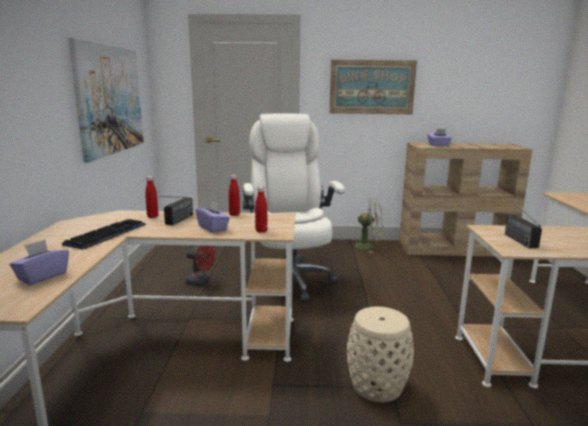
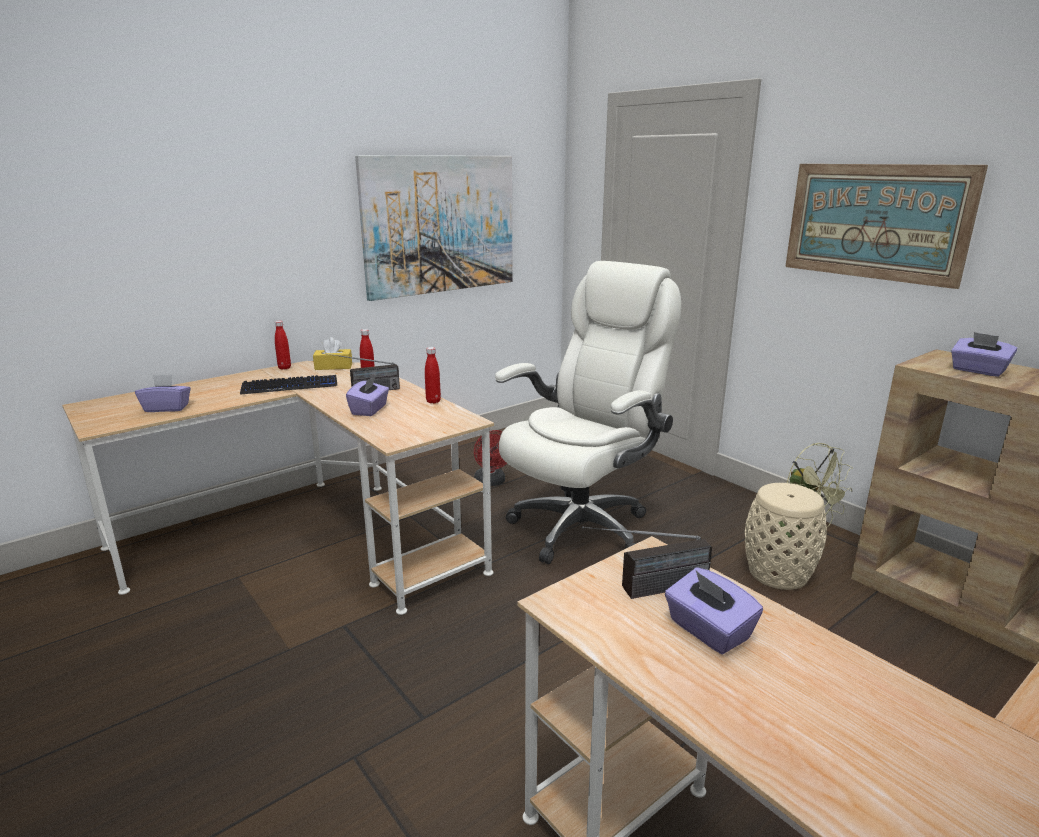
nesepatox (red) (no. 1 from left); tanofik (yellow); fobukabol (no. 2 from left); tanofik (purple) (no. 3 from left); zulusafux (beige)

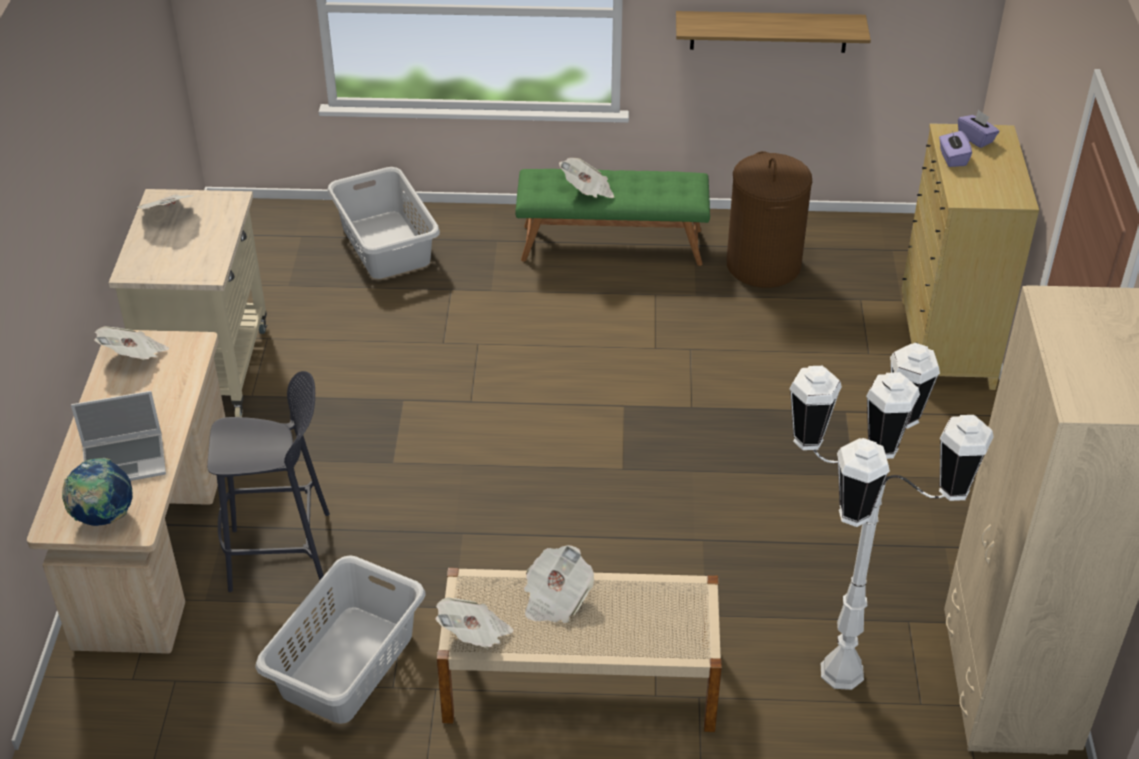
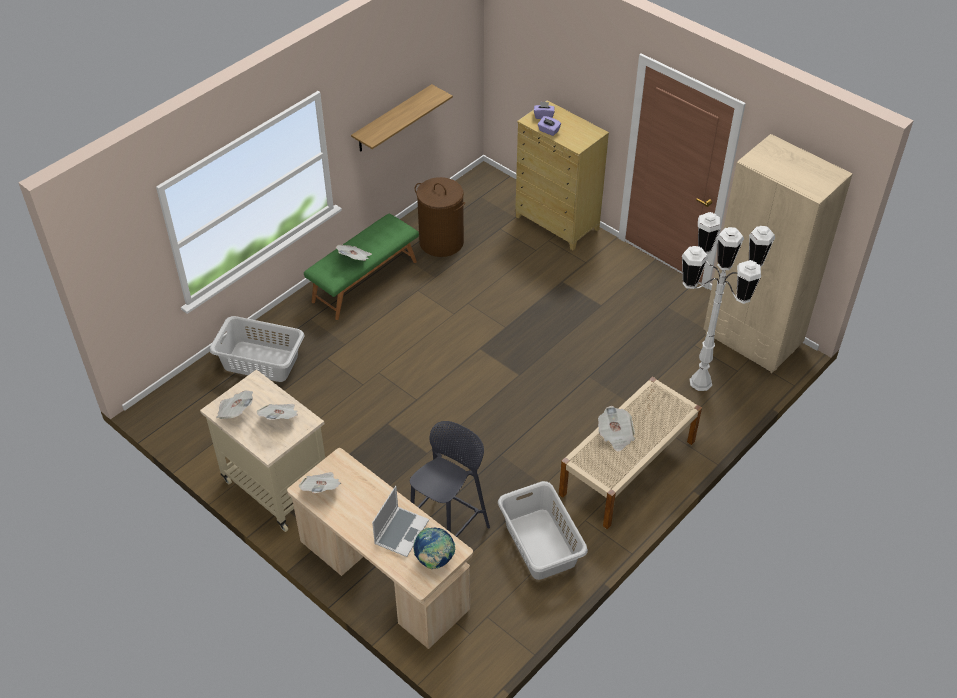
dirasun (no. 2 from left)

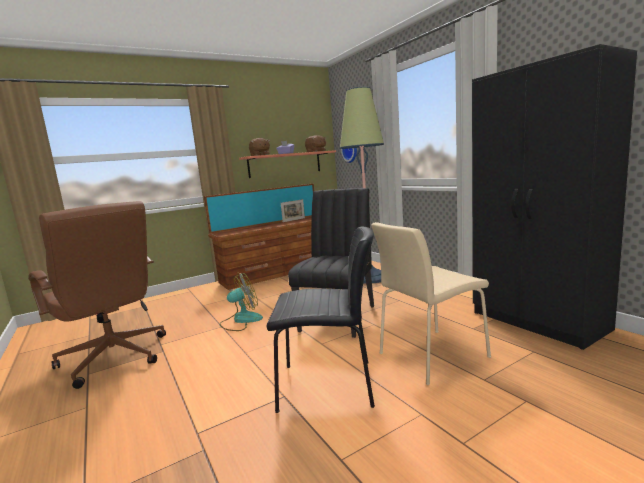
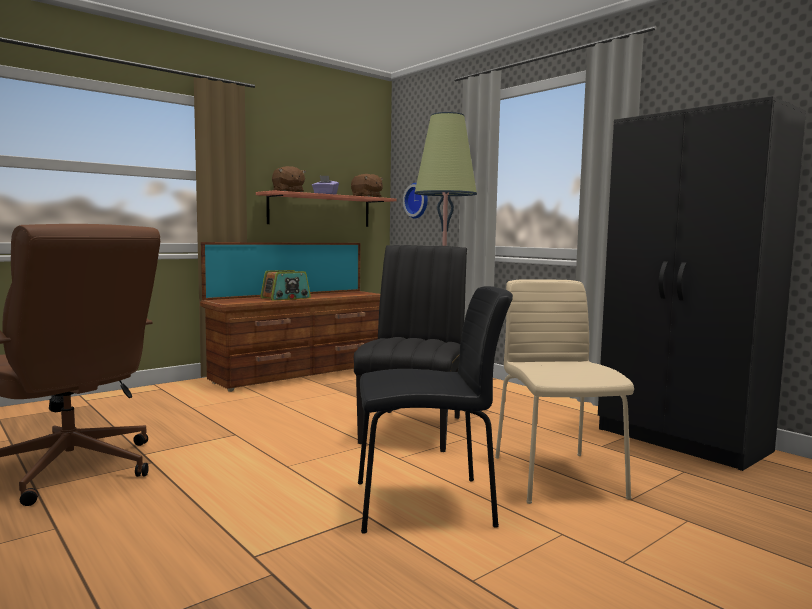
fobukabol; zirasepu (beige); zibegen; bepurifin

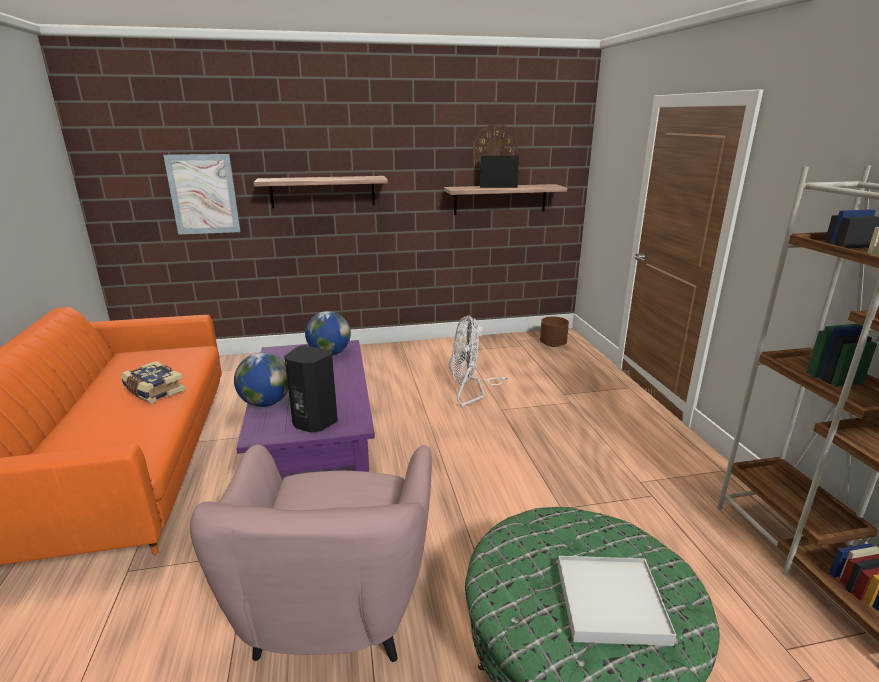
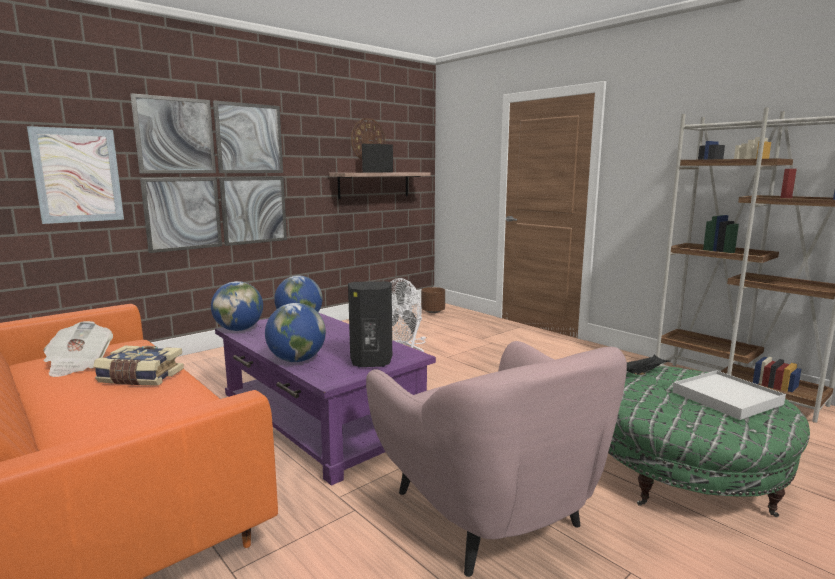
dirasun; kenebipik (no. 2 from left); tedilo (no. 1 from left); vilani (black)

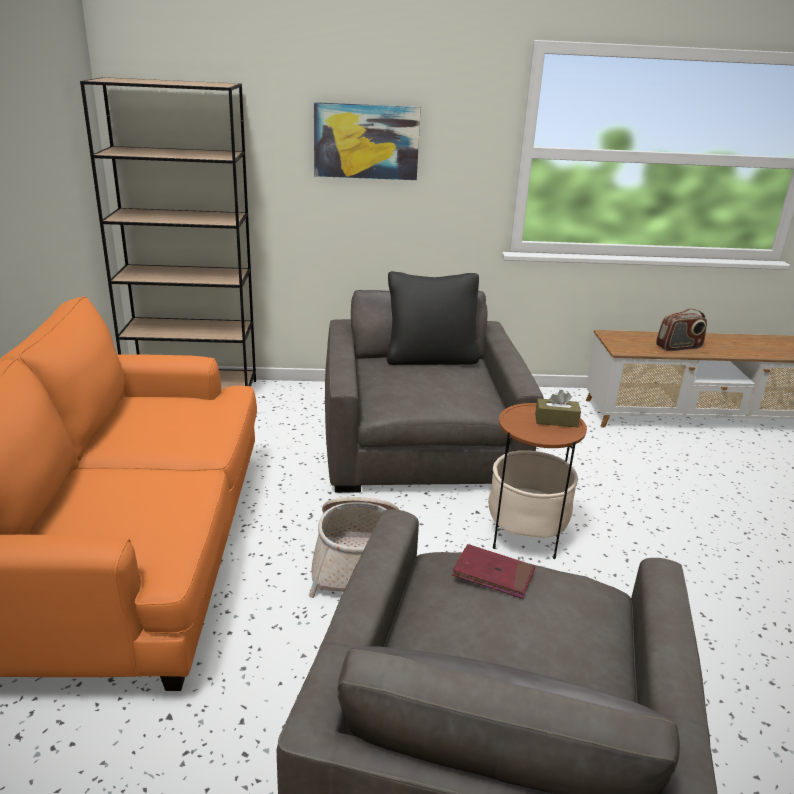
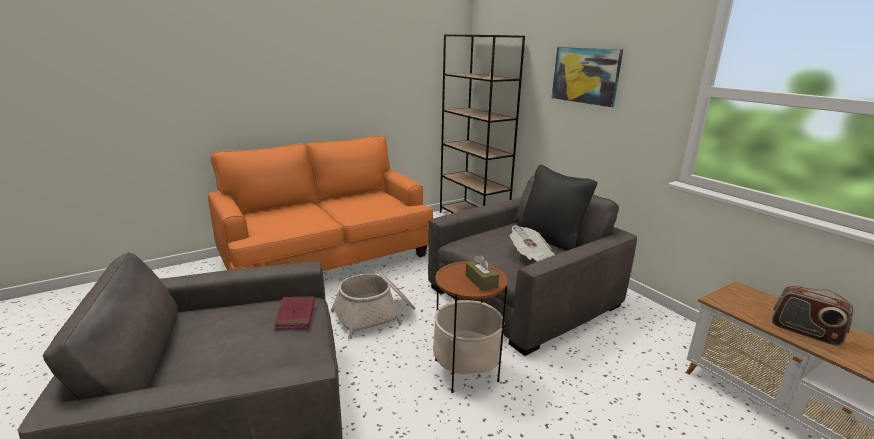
dirasun

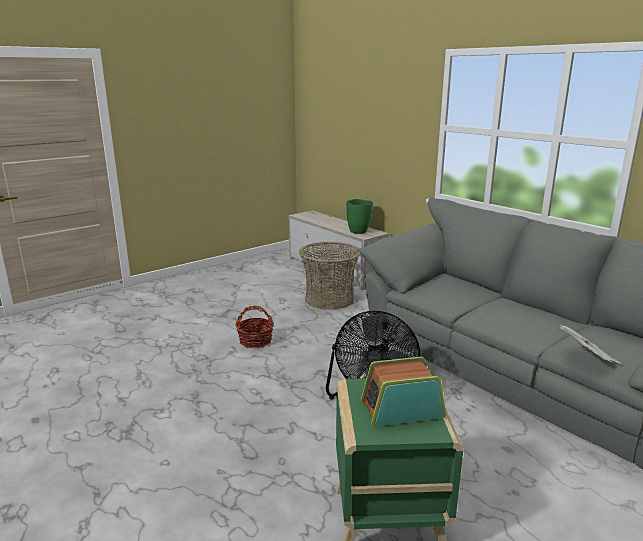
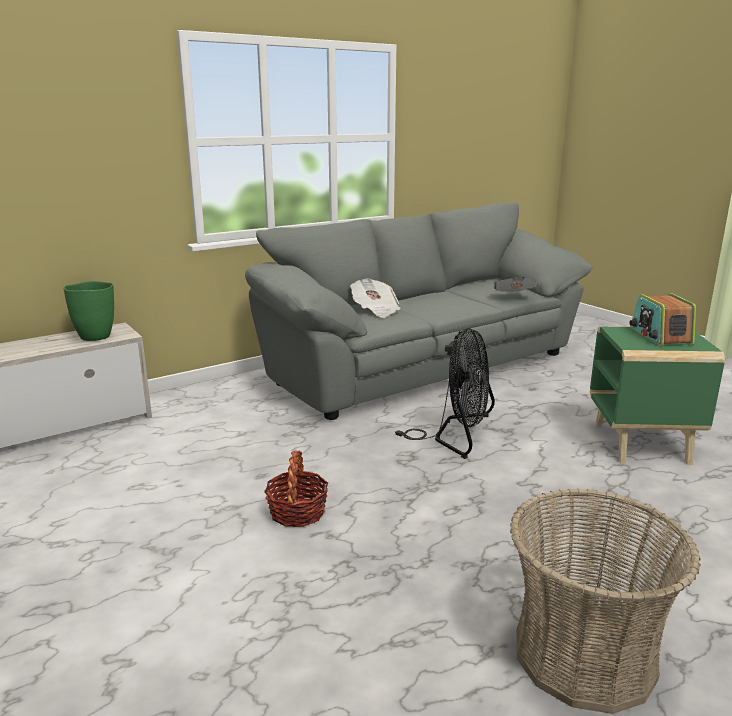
dirasun (no. 1 from left); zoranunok (no. 2 from left)

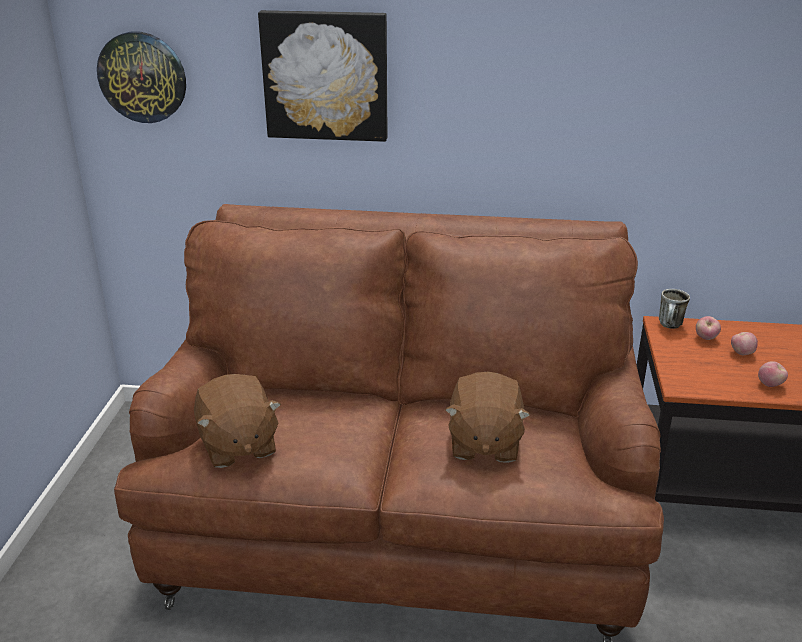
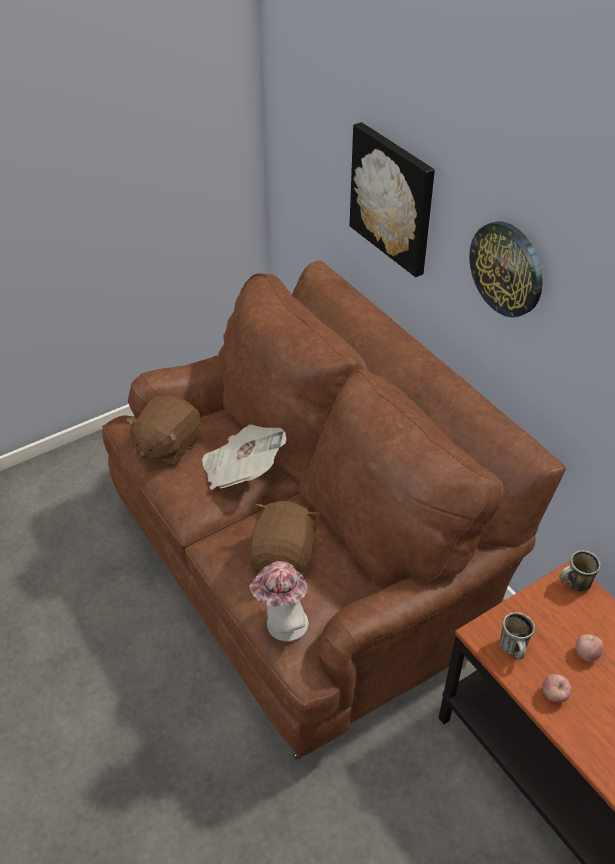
dirasun; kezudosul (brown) (no. 2 from left); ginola; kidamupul; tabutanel (no. 1 from left); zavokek (no. 1 from left in the first image)

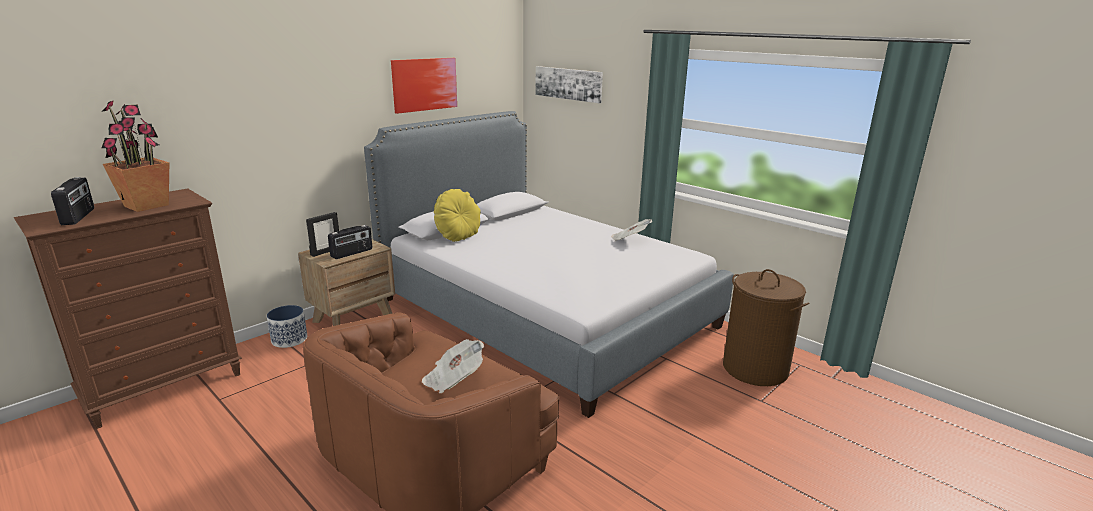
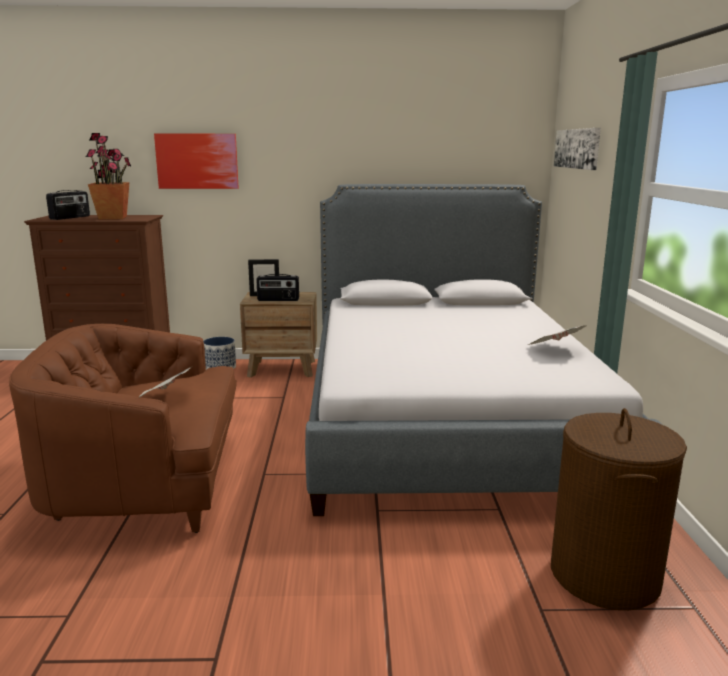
kenebipik (no. 1 from left); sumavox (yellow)

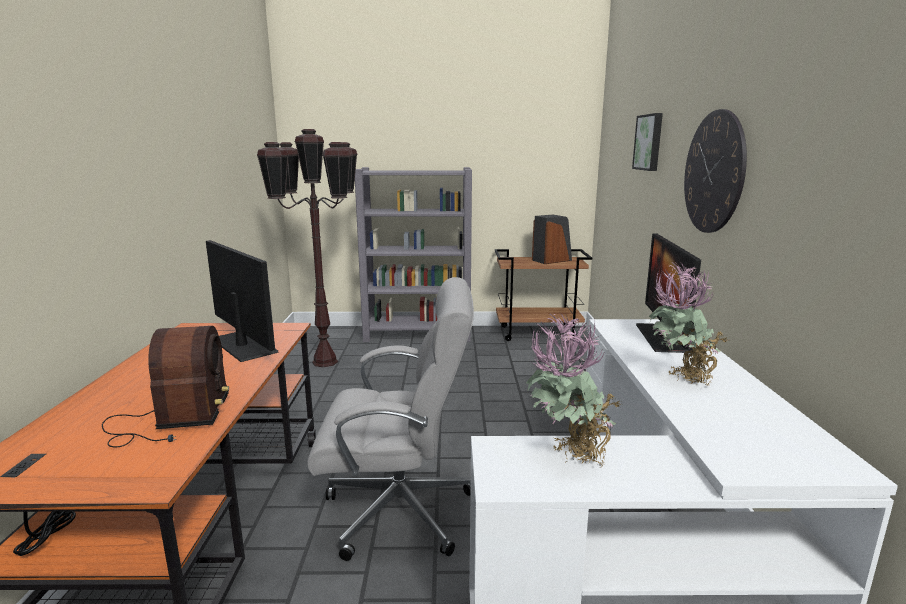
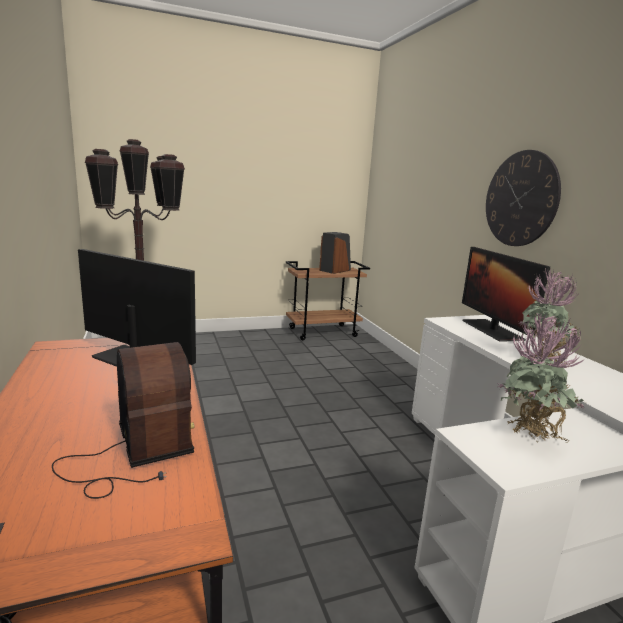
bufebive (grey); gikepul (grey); kenebipik

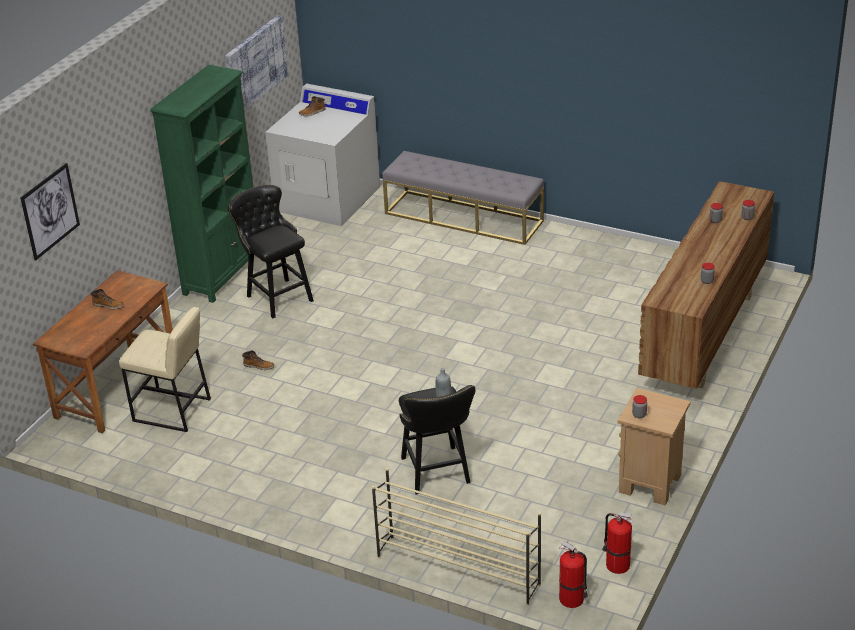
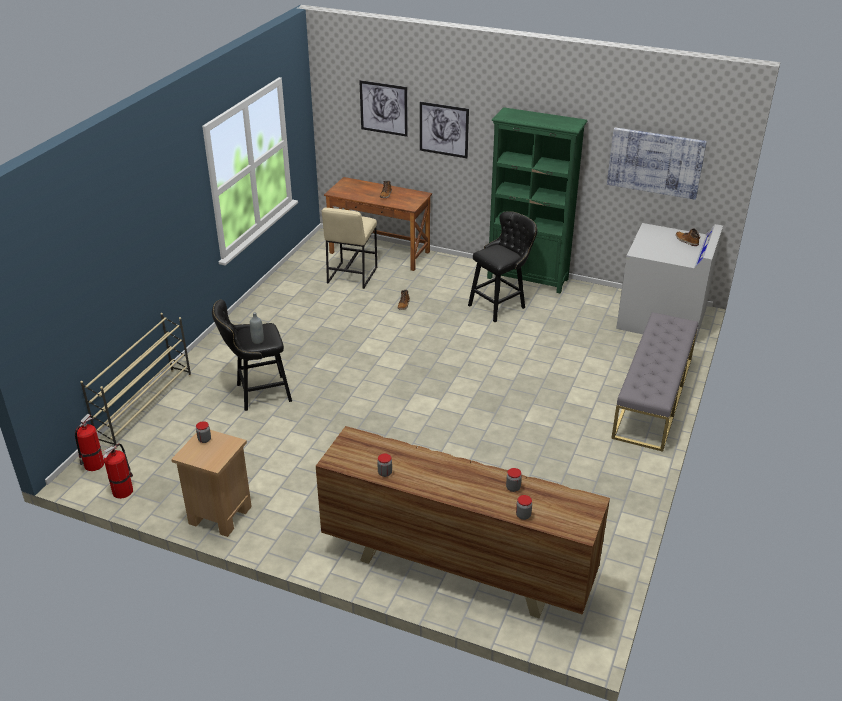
kenebipik (no. 2 from left)

